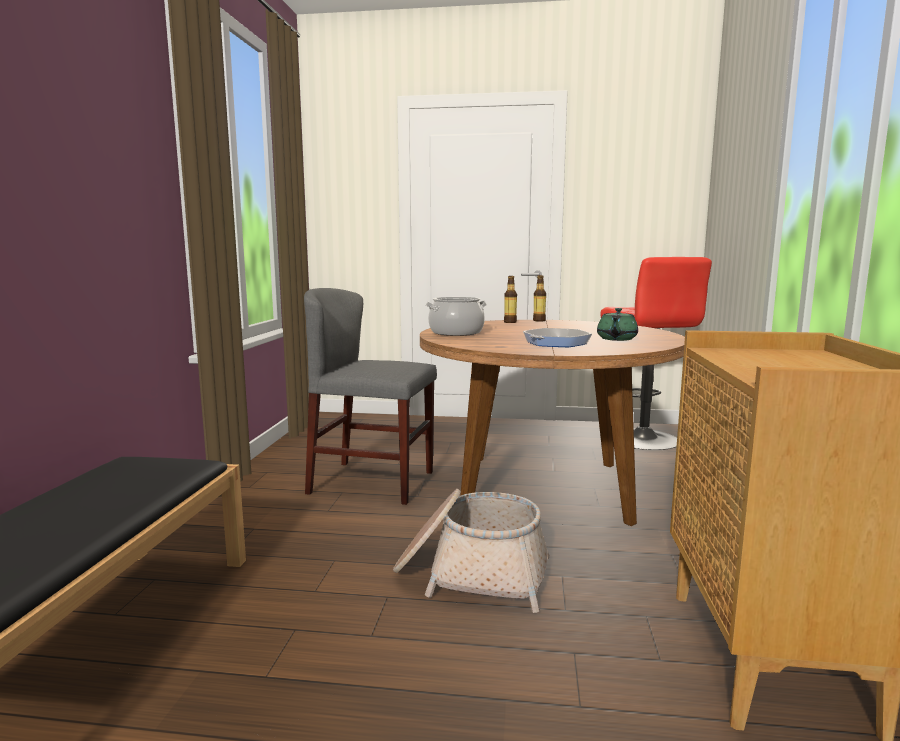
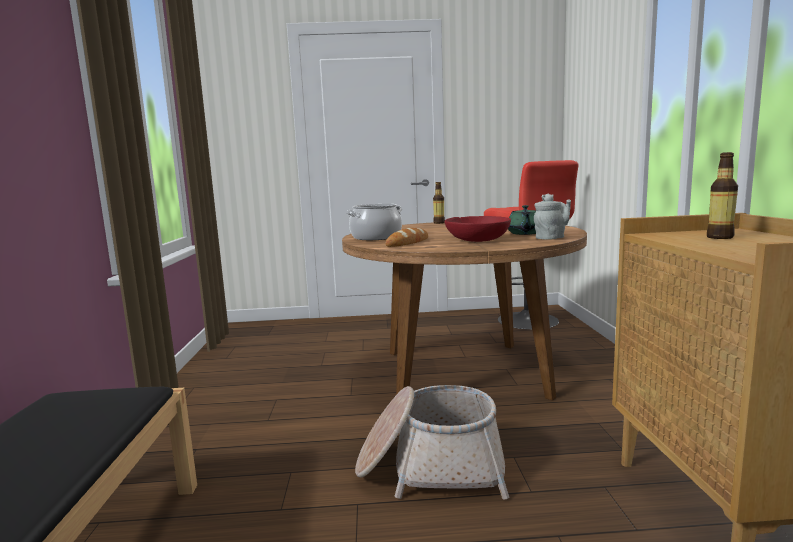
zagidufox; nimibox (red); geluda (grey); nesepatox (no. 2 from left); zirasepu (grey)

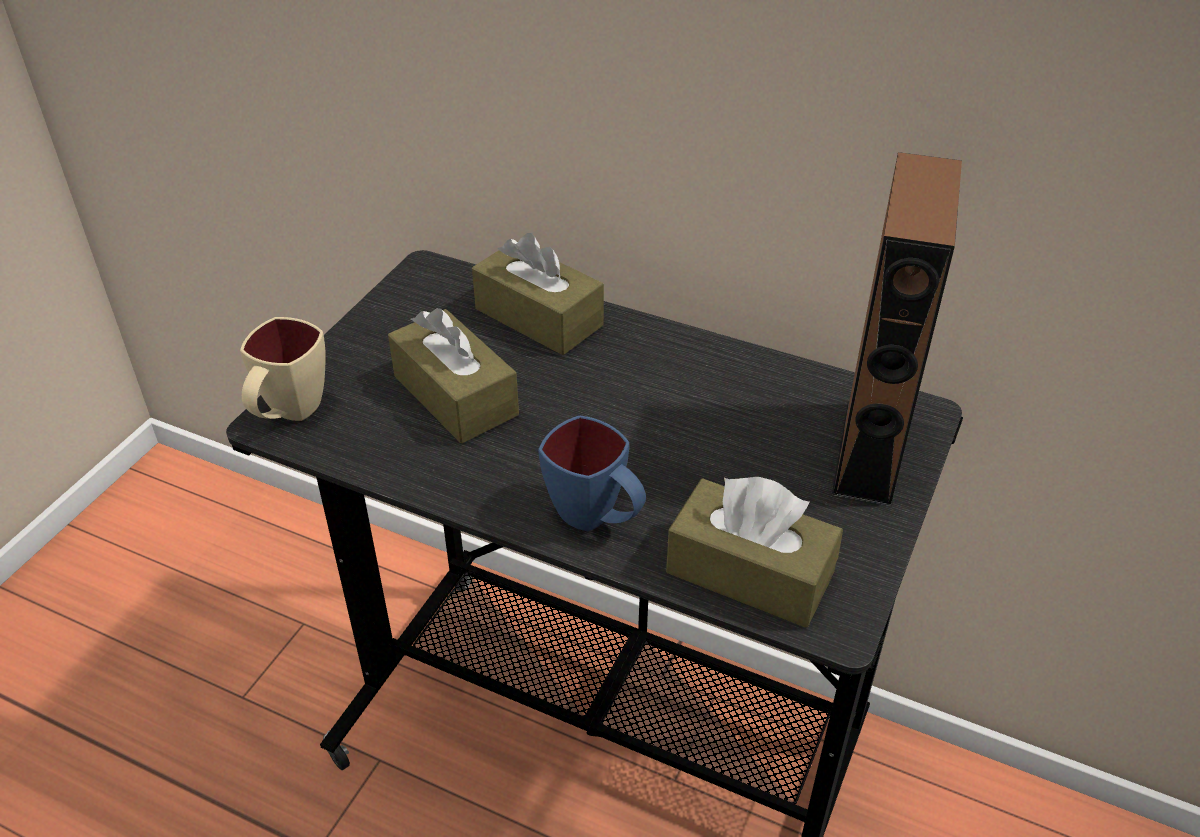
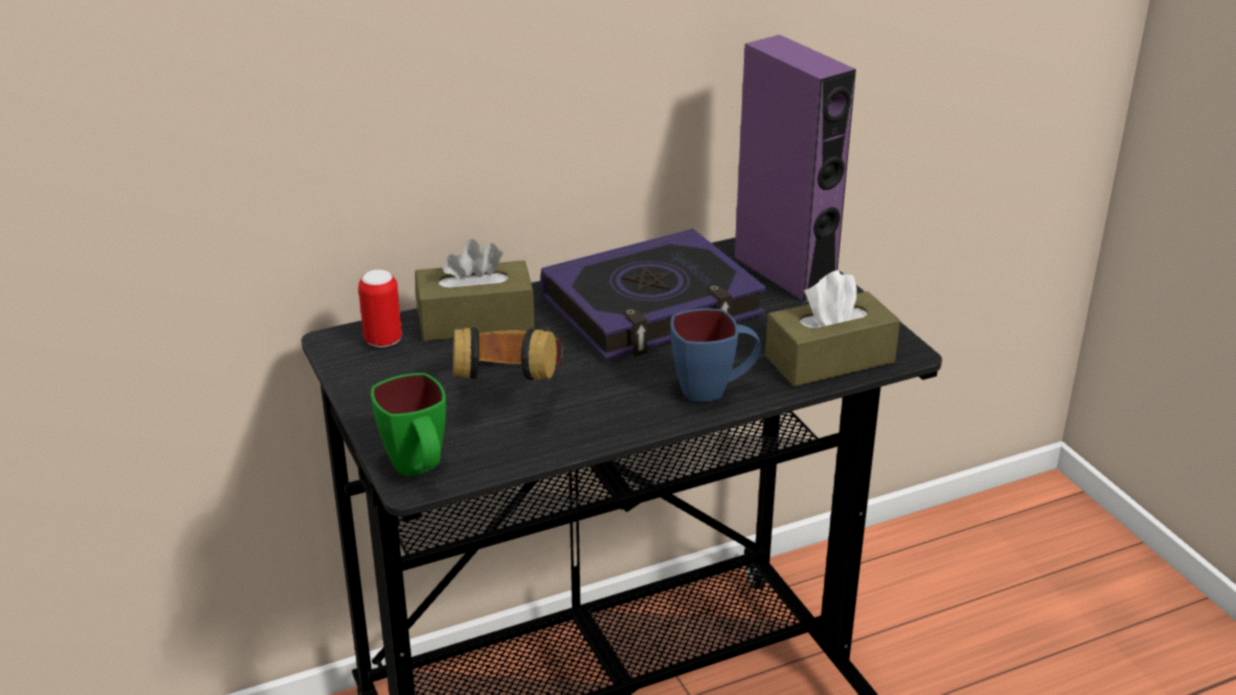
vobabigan; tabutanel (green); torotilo; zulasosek; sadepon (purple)

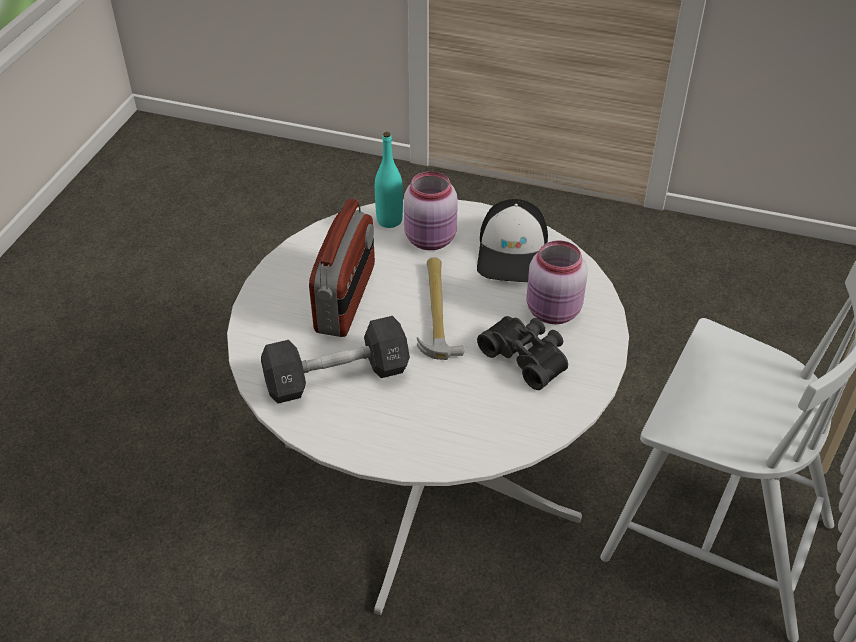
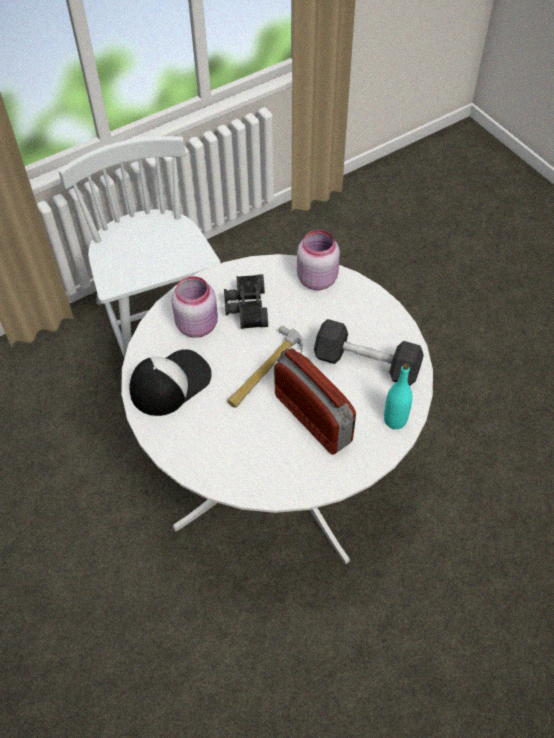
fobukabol; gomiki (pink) (no. 2 from left); nesepatox (turquoise)

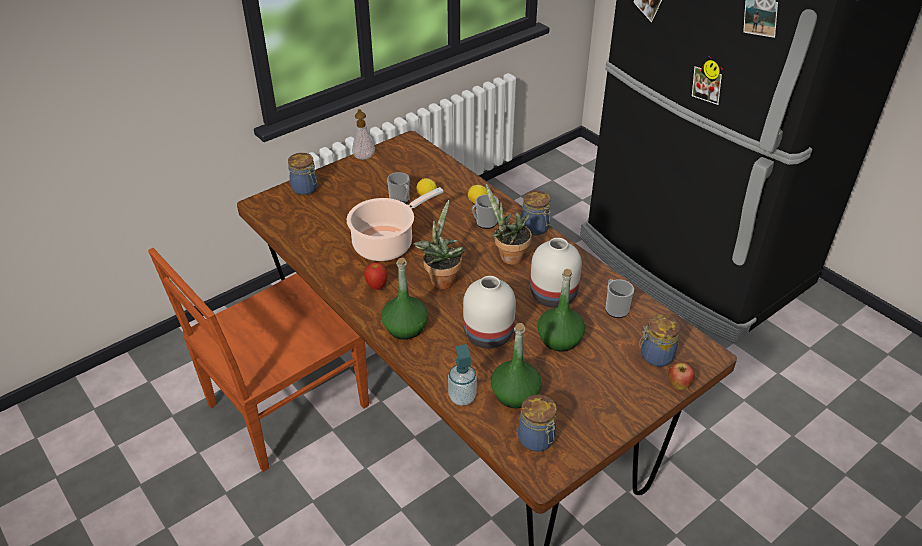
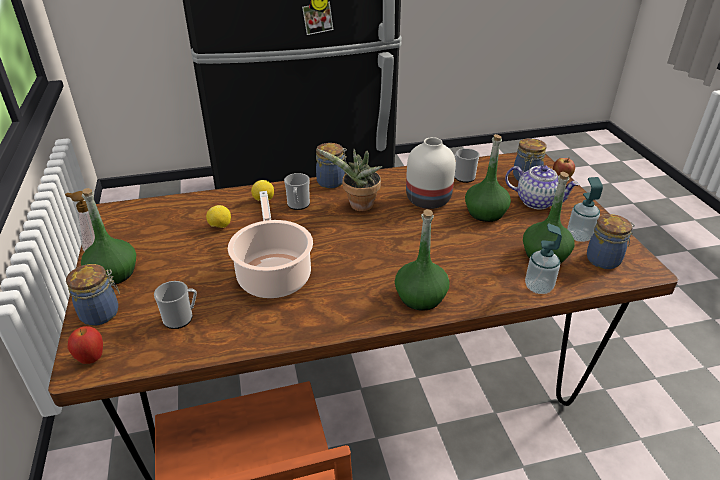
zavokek (no. 1 from left); nesepatox (green) (no. 1 from left); tabutanel (no. 1 from left); geluda; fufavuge (no. 3 from left); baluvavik (no. 1 from left in the first image); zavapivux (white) (no. 1 from left in the first image)

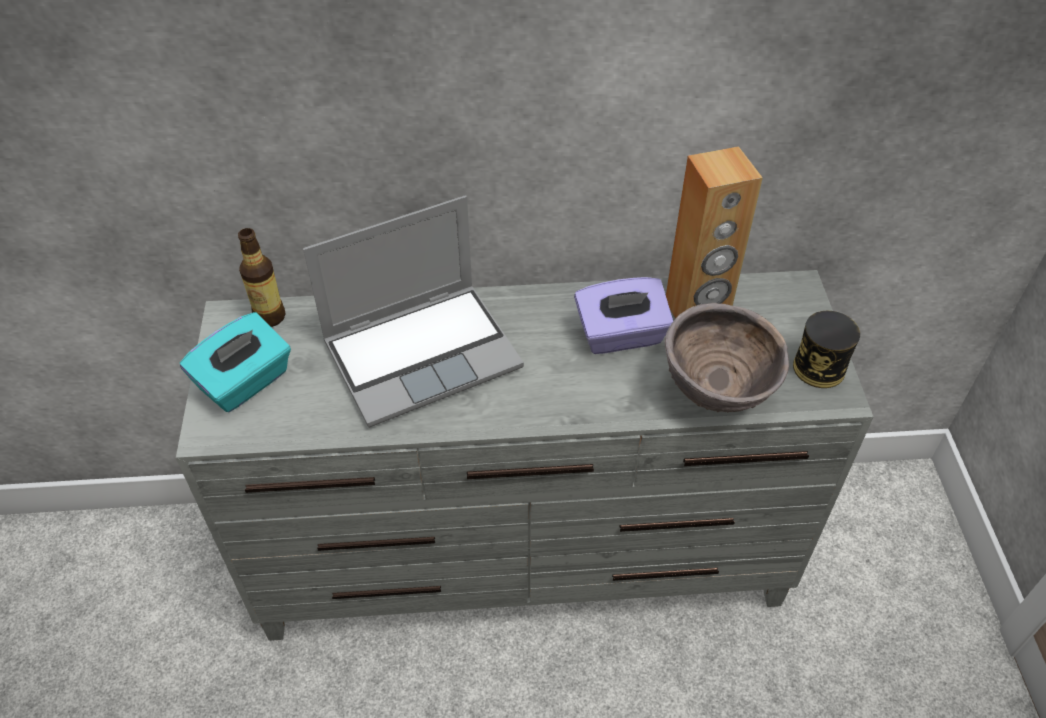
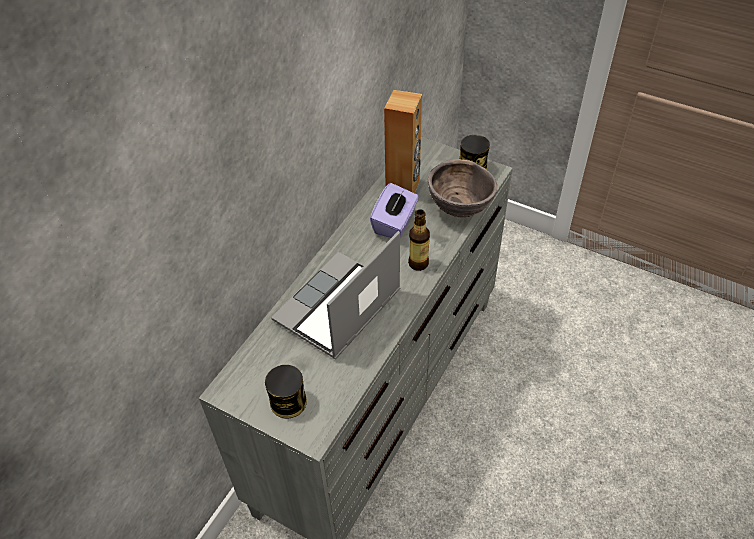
vobabigan (no. 1 from left); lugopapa; nesepatox

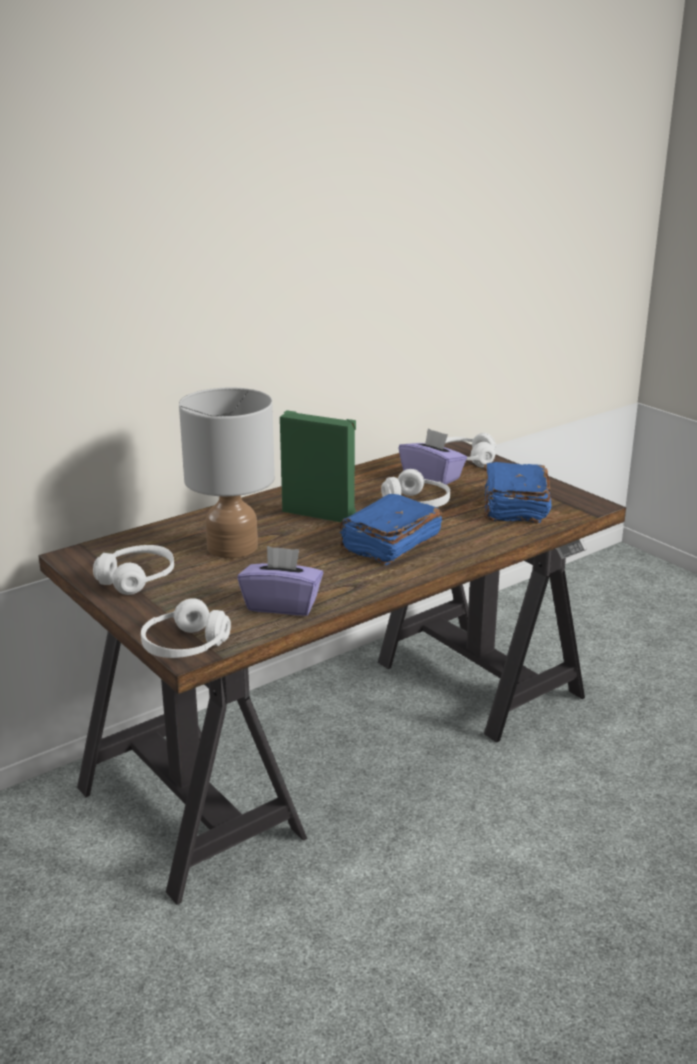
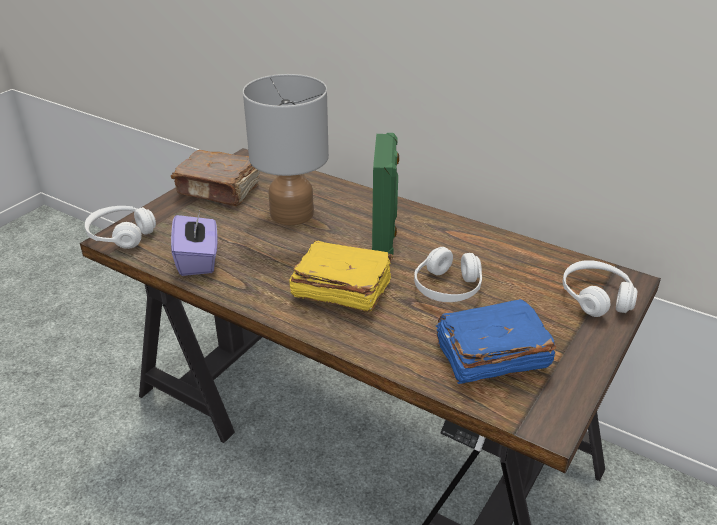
zulasosek (brown); zulasosek (yellow); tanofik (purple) (no. 2 from left in the first image)

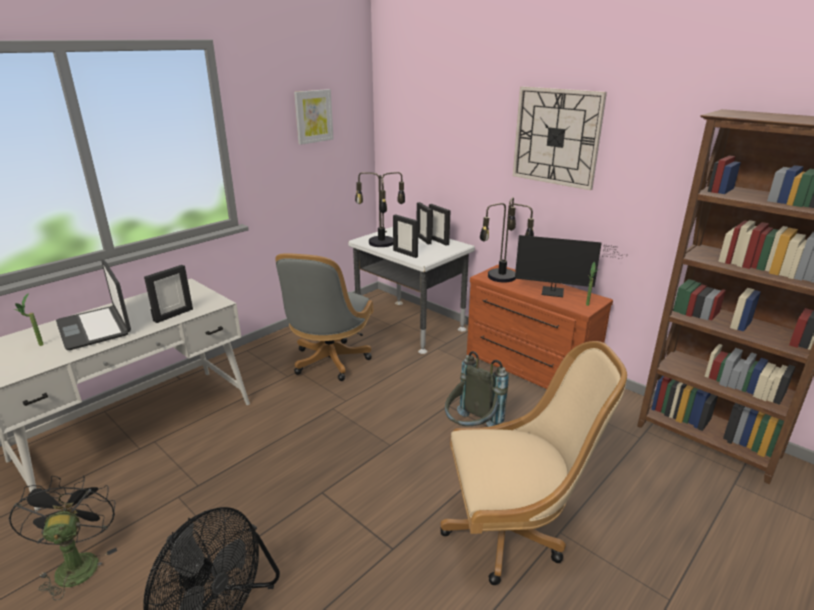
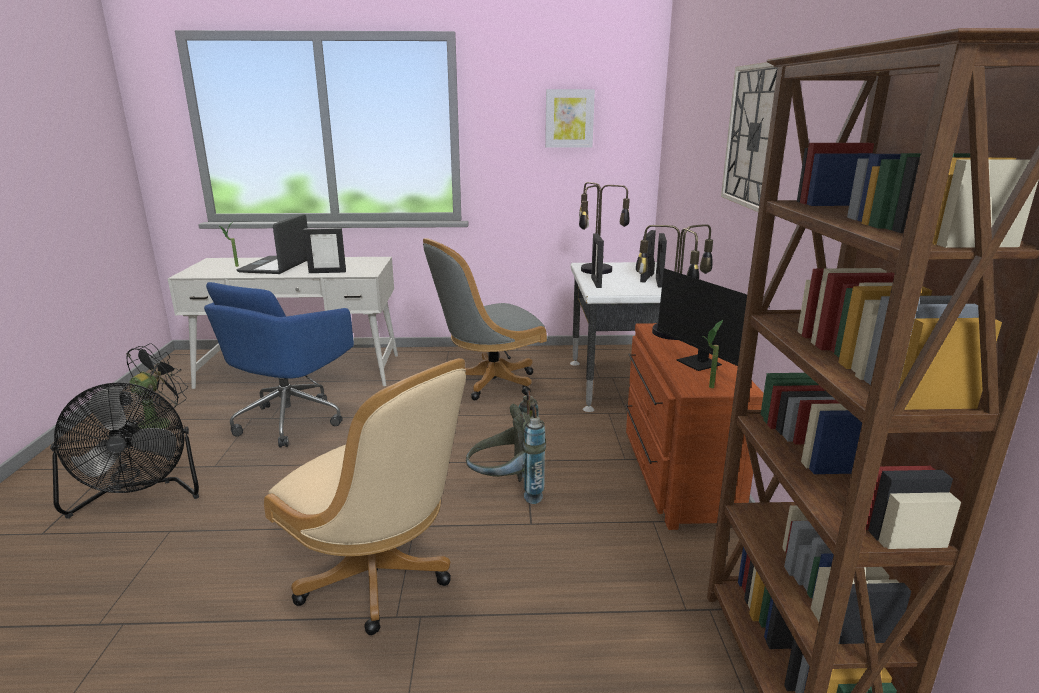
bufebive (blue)

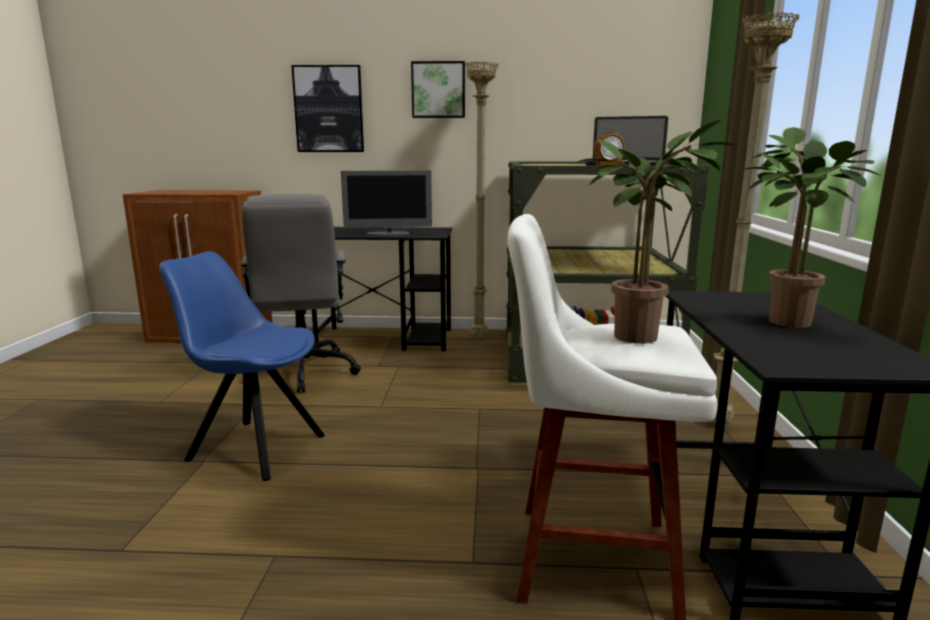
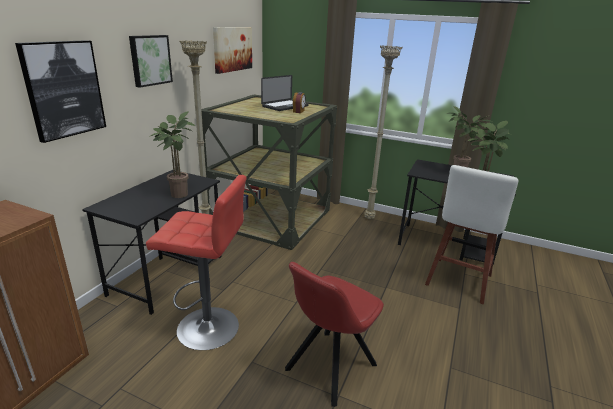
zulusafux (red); baluvavik (no. 1 from left); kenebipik (no. 3 from left); zirasepu (red)

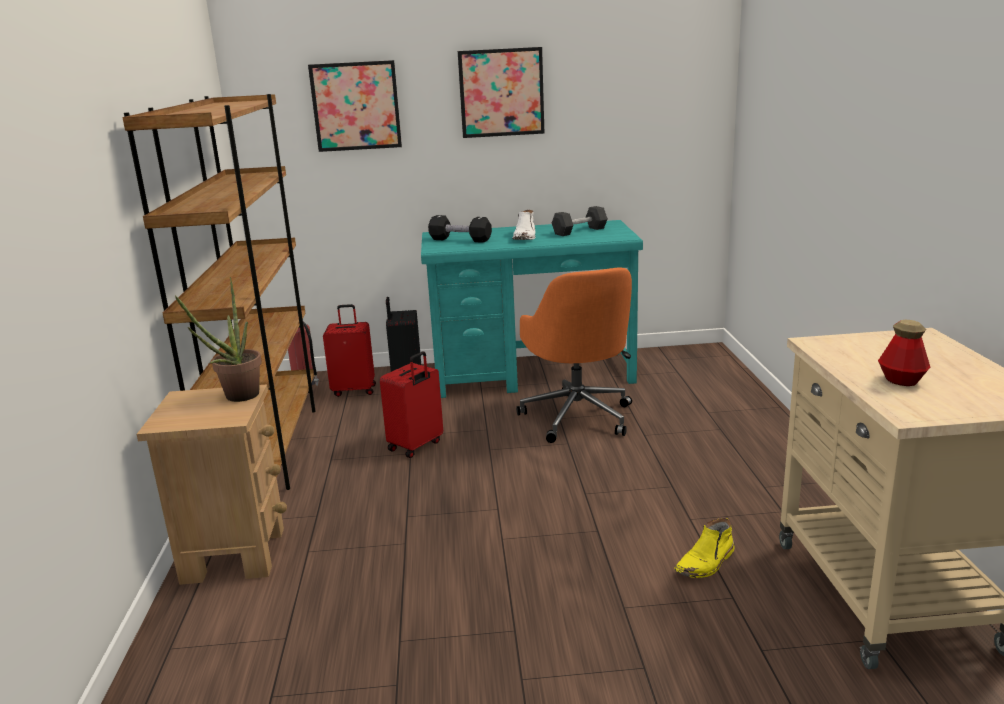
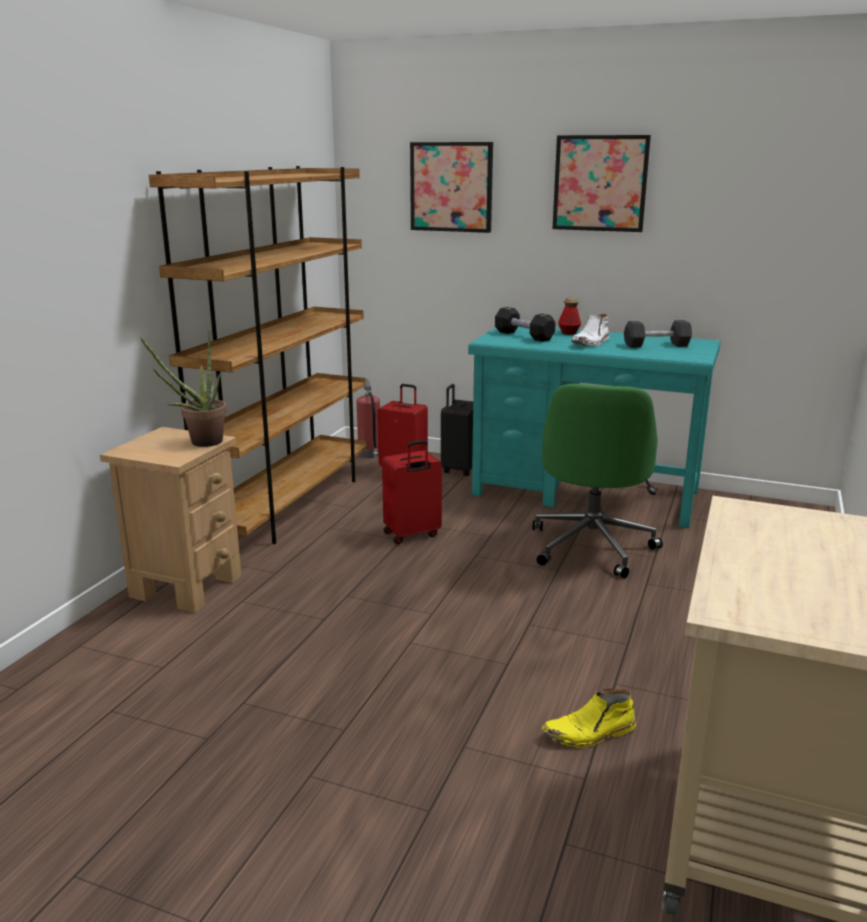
bufebive (green); nesepatox

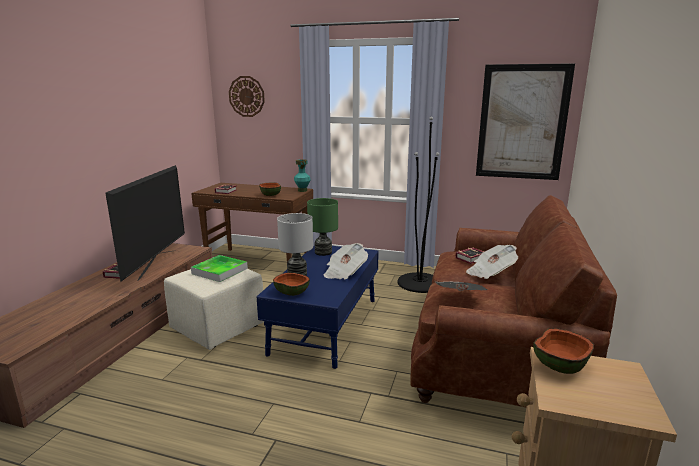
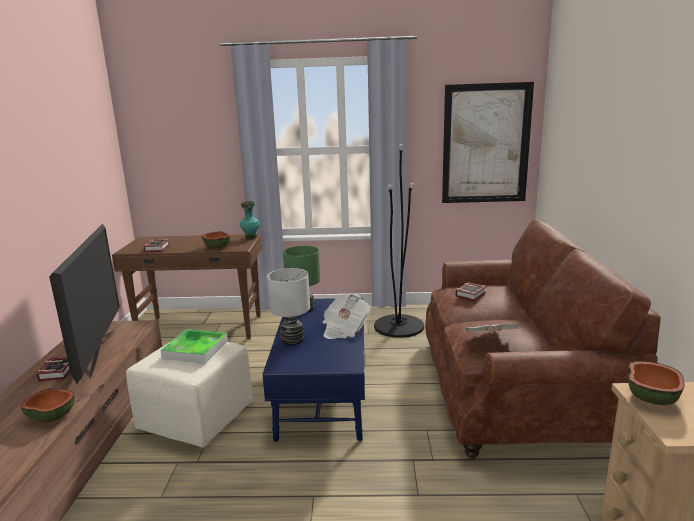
nimibox (no. 1 from left); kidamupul; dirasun (no. 3 from left in the first image)

